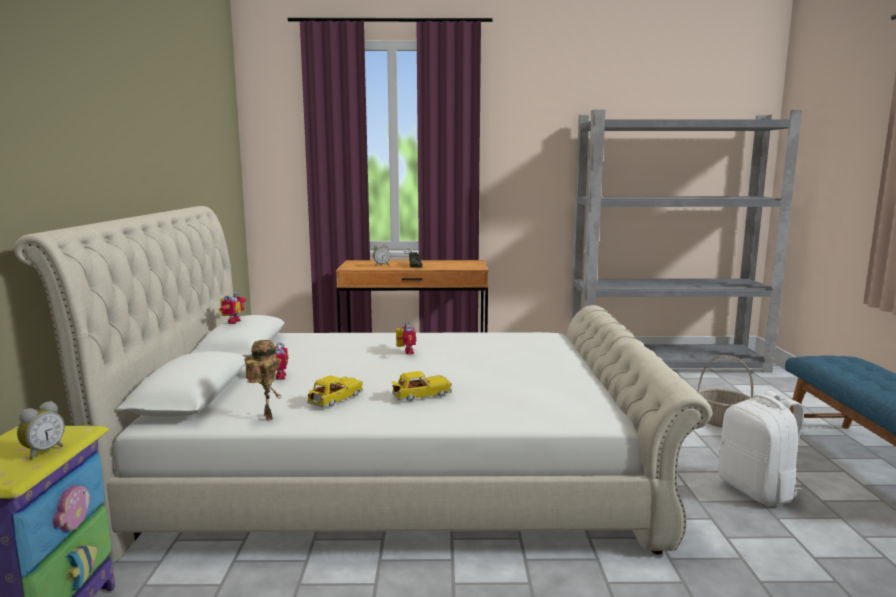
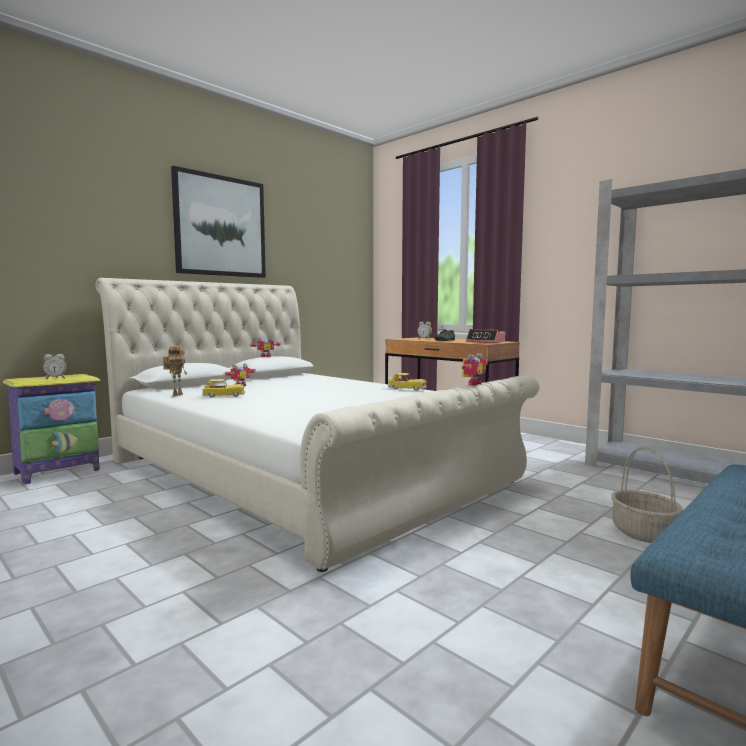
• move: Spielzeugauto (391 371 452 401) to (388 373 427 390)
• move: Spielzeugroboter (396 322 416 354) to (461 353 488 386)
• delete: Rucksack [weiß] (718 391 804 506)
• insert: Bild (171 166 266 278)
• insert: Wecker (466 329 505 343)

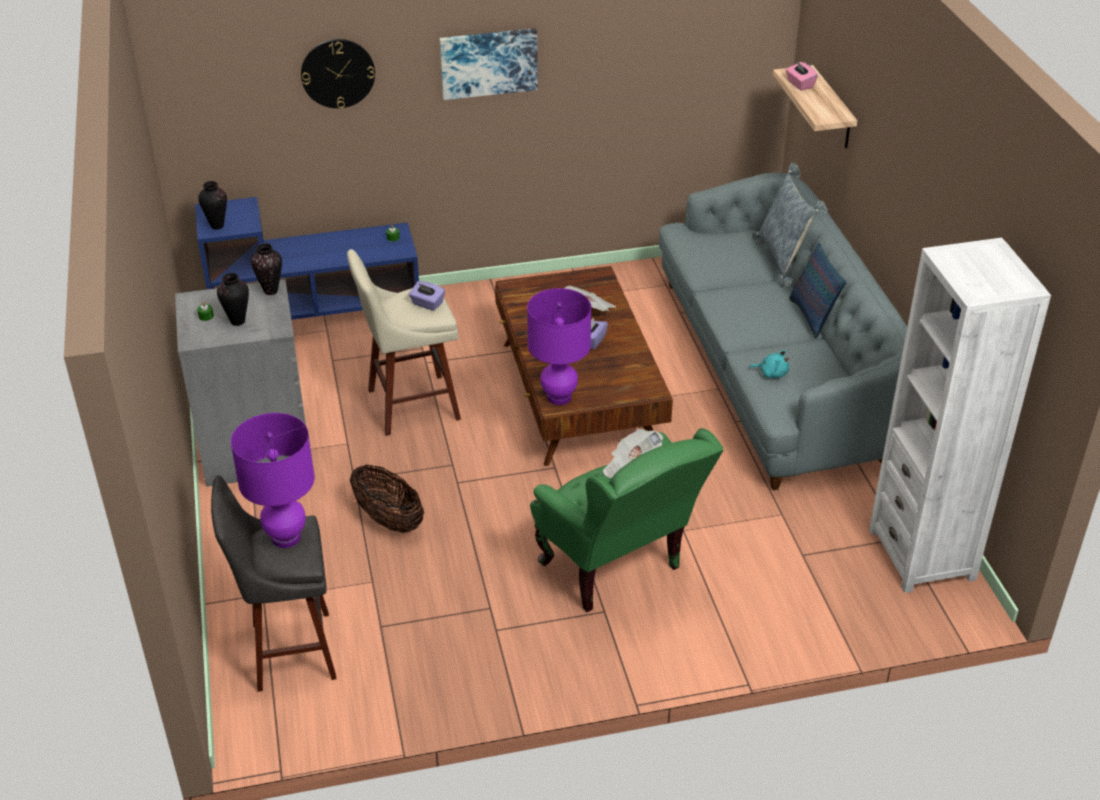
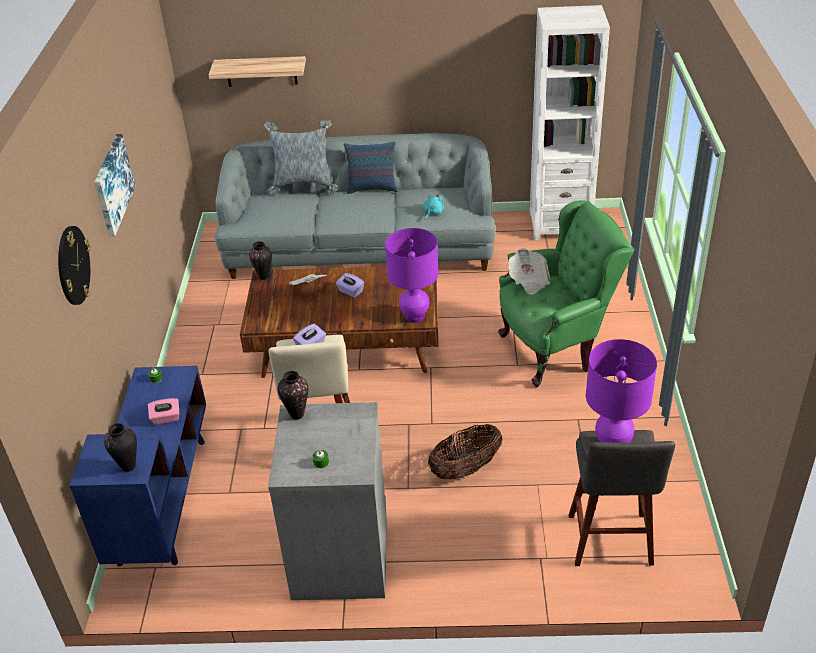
• move: Vase (217 273 249 326) to (249 241 272 280)
• move: Taschentuchbox [rosa] (786 61 818 90) to (148 398 179 425)

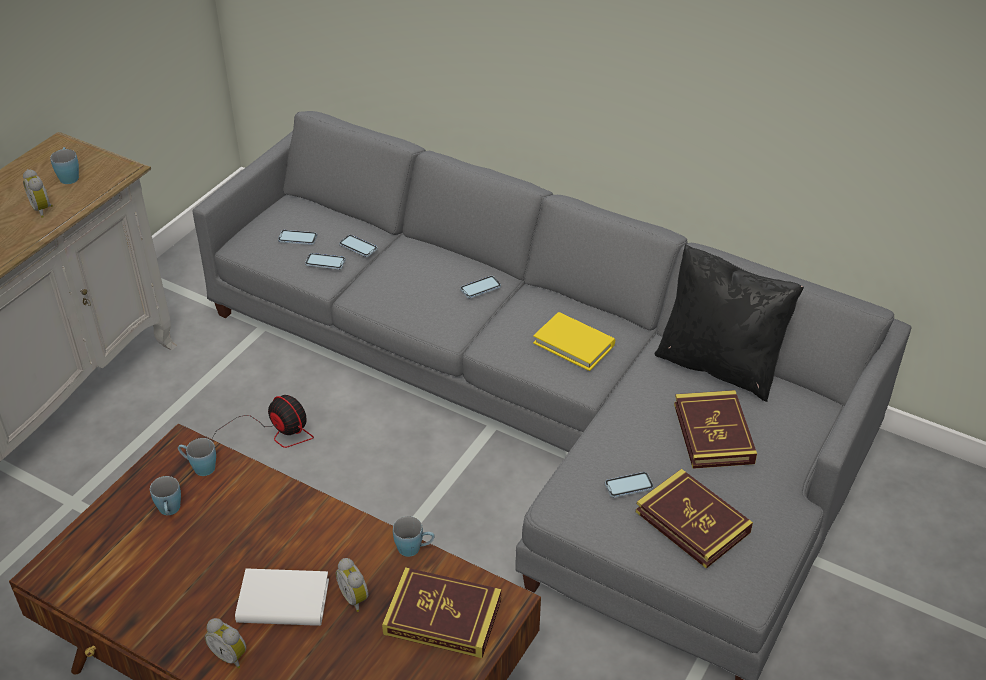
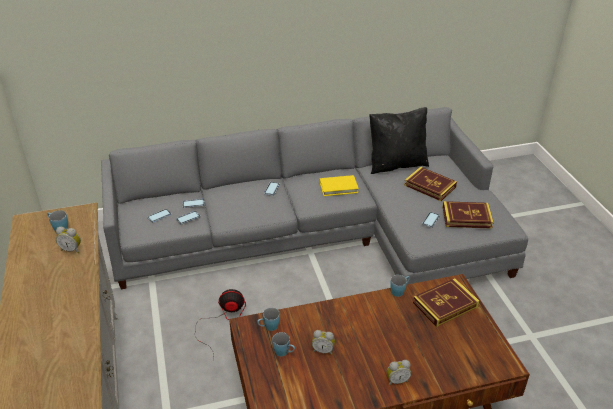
• delete: Buch [weiß] (235 569 329 626)
• move: Wecker (336 558 368 612) to (312 330 335 355)

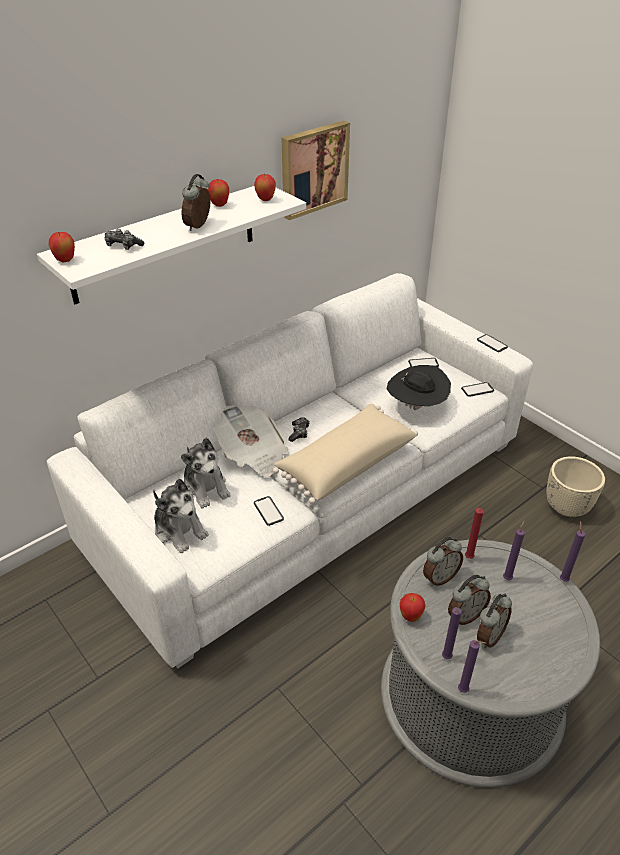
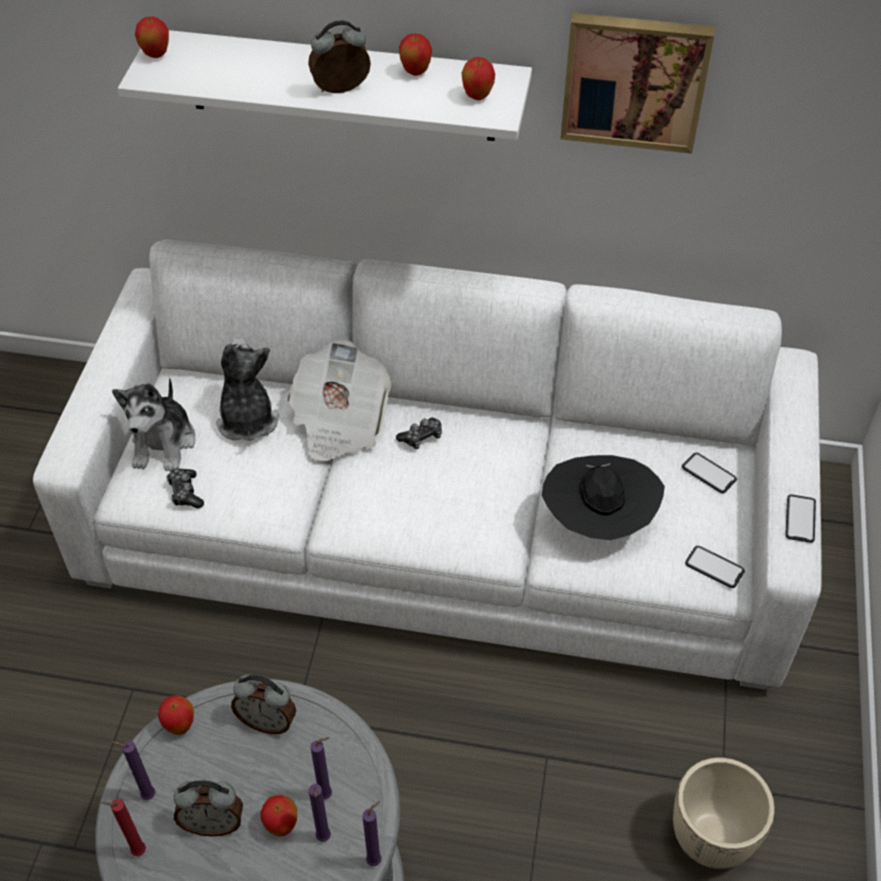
• move: Gamepad (104 229 145 250) to (166 468 204 509)
• rotate: Plüschtier (181 438 231 509) = (216 338 279 441) 150 degrees clockwise
• delete: Handy (254 496 284 526)
• delete: Kissen [beige] (273 404 418 504)
• delete: Wecker (448 575 491 625)
• move: Kerze [lila] (458 640 486 693) to (308 784 331 842)
• move: Kerze [rot] (465 508 484 559) to (100 799 146 856)
• insert: Apfel (260 795 297 836)

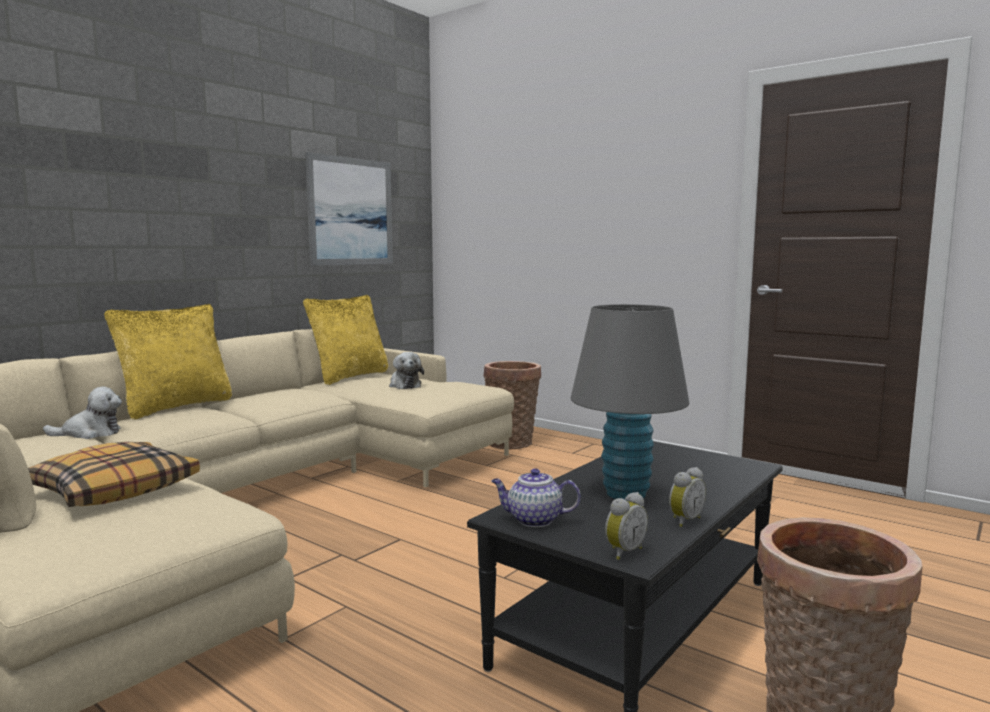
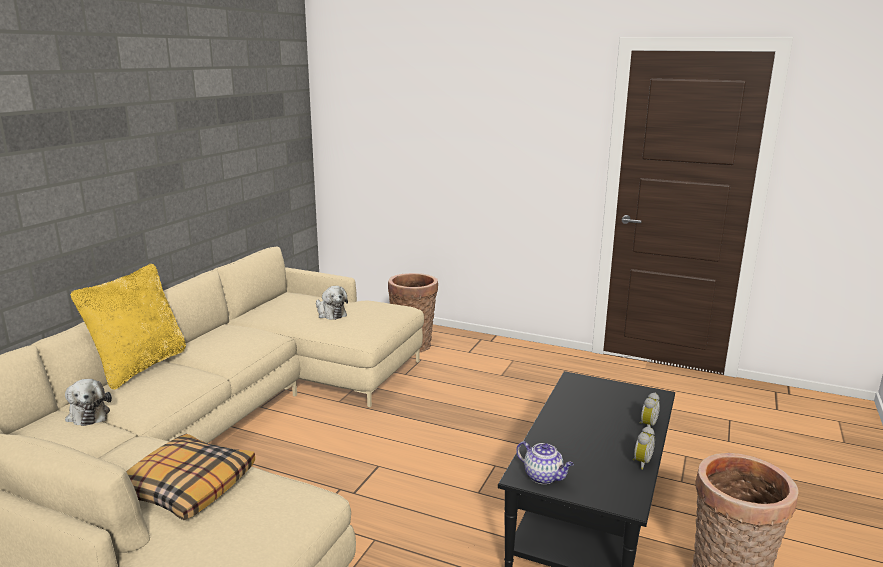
• rotate: Plüschtier (43 387 122 439) = (65 379 112 426) 90 degrees clockwise
• delete: Kissen [gelb] (303 295 388 385)
• delete: Bild (305 152 393 266)
• rotate: Teekanne (491 468 581 527) = (516 441 574 484) 135 degrees counterclockwise
• delete: Tischlampe [grau] (571 304 690 501)
• move: Wecker (605 492 648 560) to (640 392 660 427)

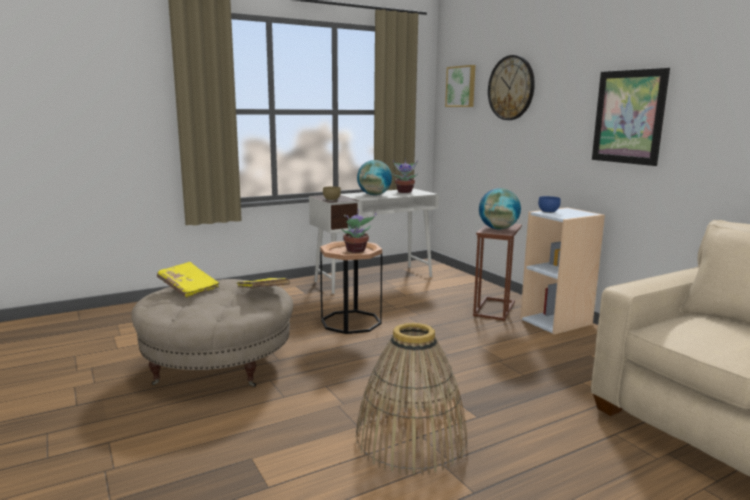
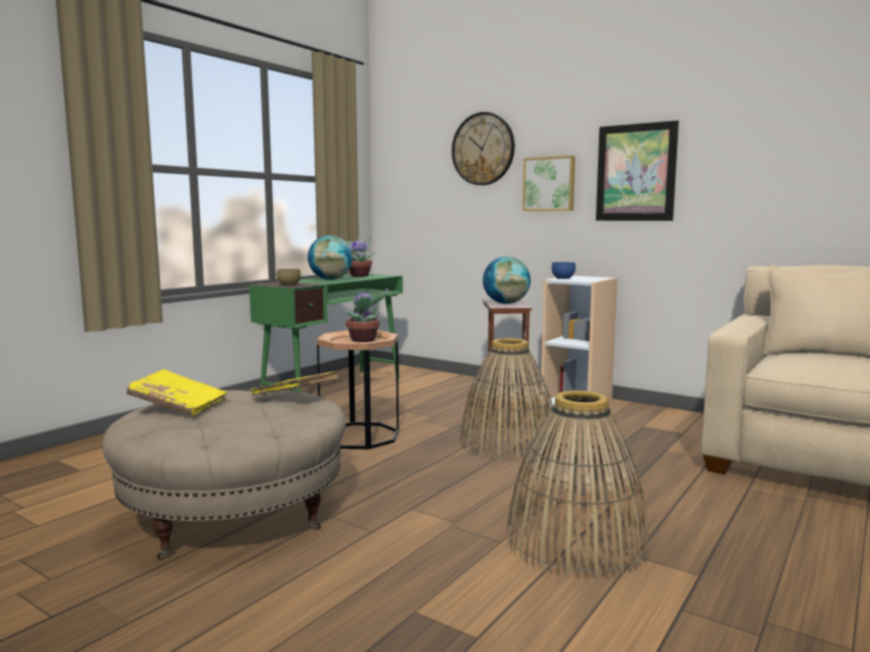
• recolor: Schreibtisch [weiß] (309 189 439 294) to Schreibtisch [grün] (249 274 403 392)
• move: Bild (445 65 475 107) to (523 155 575 211)
• insert: Korb (459 338 558 461)

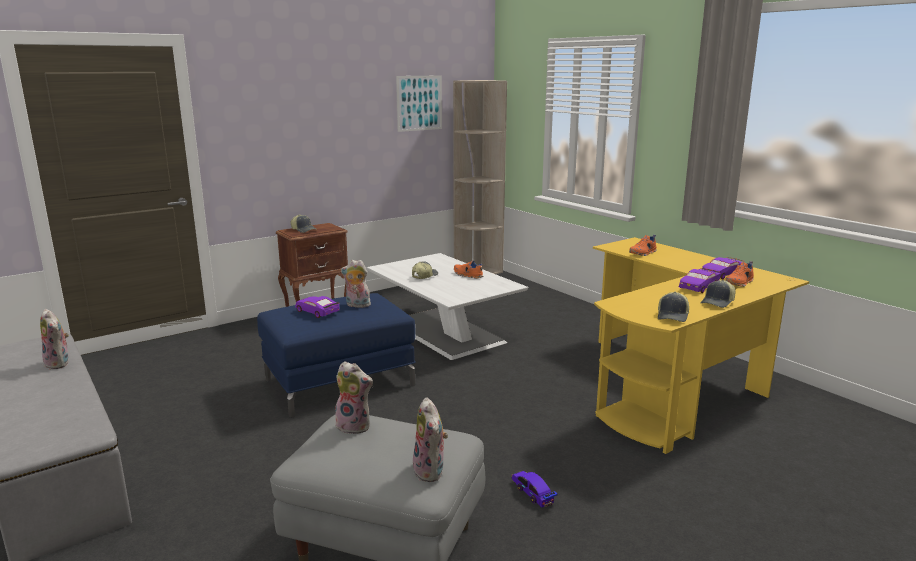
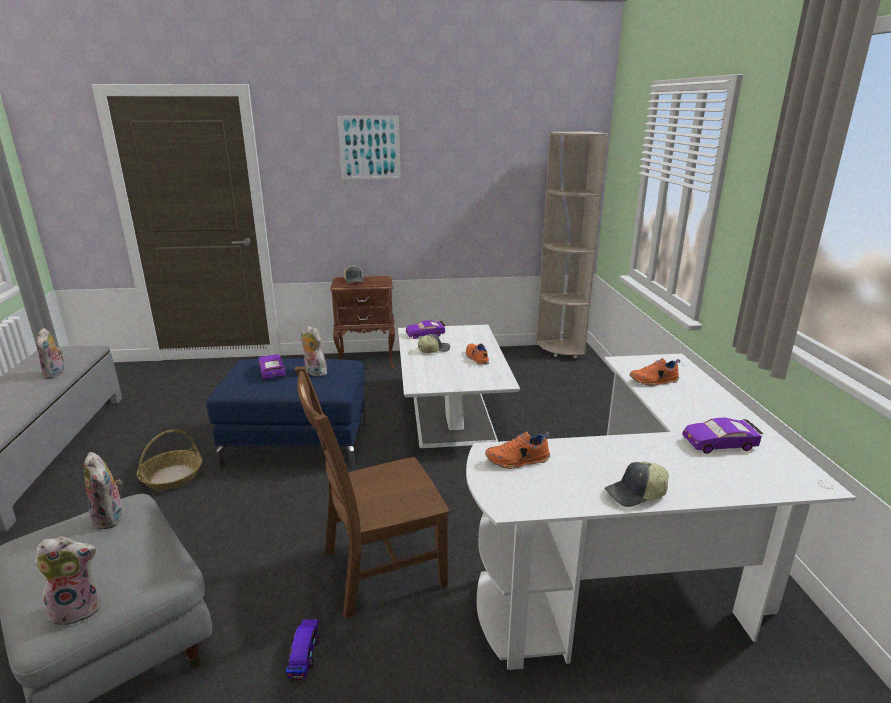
• move: Bild (396 75 442 132) to (337 115 401 179)
• rotate: Plüschtier (413 397 448 482) = (35 537 102 626) 120 degrees counterclockwise
• recolor: Schreibtisch [gelb] (593 237 809 454) to Schreibtisch [weiß] (466 354 856 670)
• delete: Kappe (658 292 689 322)
• move: Spielzeugauto [lila] (679 268 721 293) to (406 320 446 339)
• move: Schuh [orange] (725 261 754 287) to (485 432 550 469)
• insert: Korb (137 429 202 490)
• insert: Stuhl [braun] (295 366 449 619)

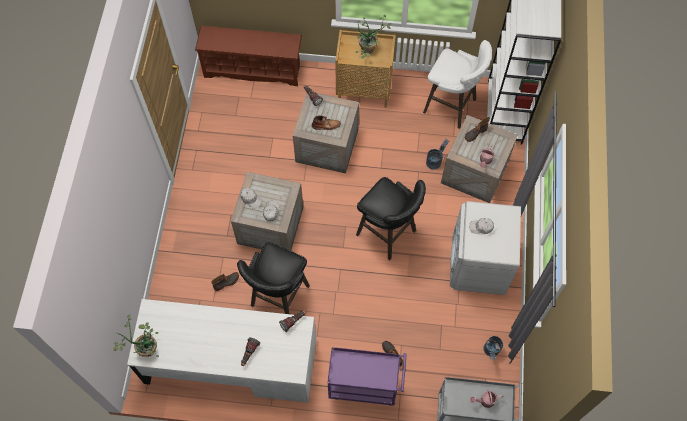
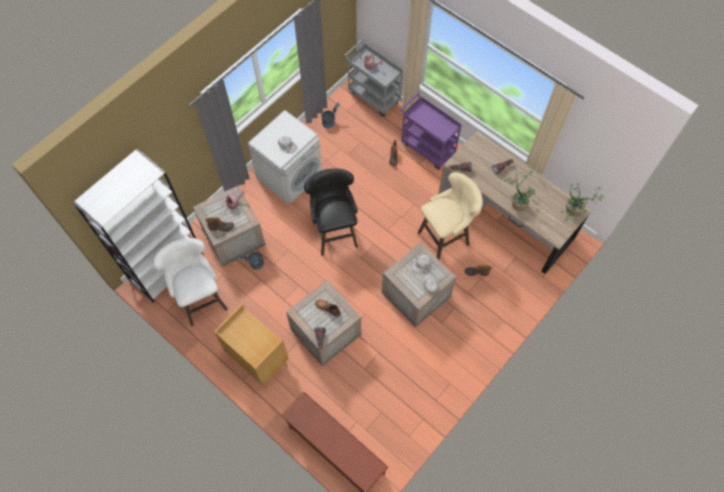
• recolor: Schreibtisch [weiß] (127 299 316 403) to Schreibtisch [braun] (438 131 592 274)
• recolor: Hocker [schwarz] (237 242 310 314) to Hocker [beige] (418 172 483 260)
• move: Topfpflanze (355 15 392 59) to (504 171 536 211)

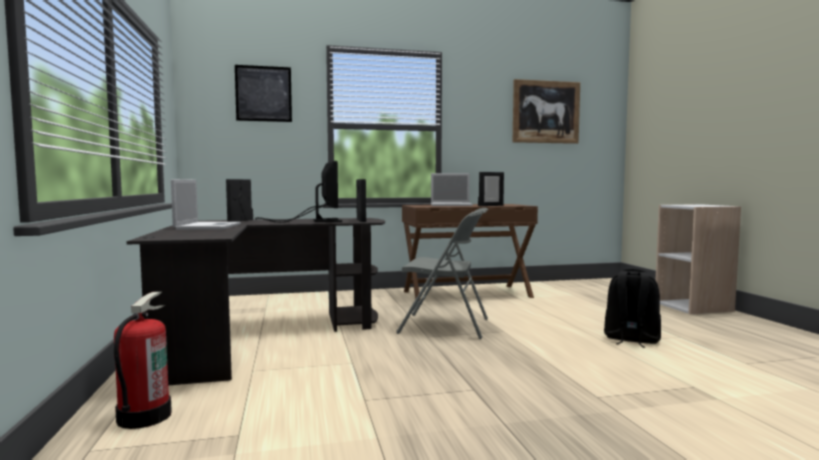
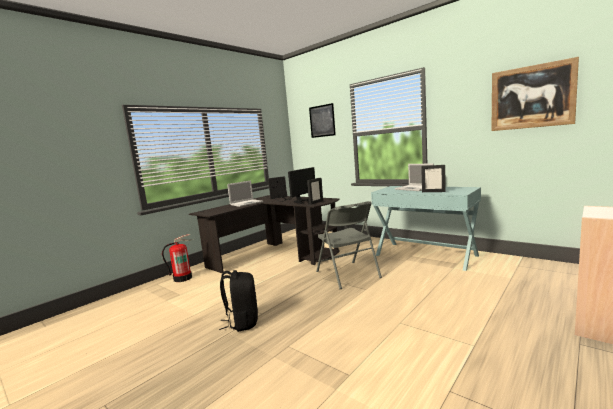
• recolor: Schreibtisch [braun] (402 204 538 302) to Schreibtisch [türkis] (371 186 481 271)
• move: Rucksack [schwarz] (604 269 661 348) to (219 270 258 332)

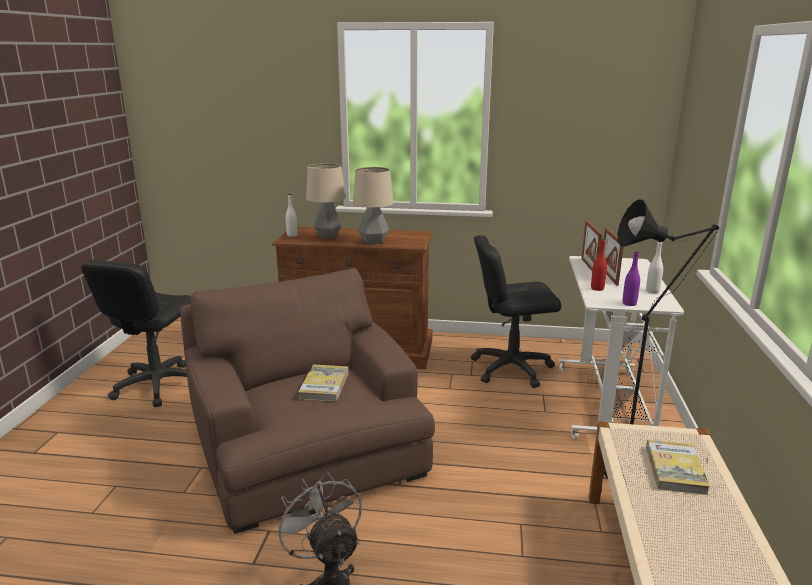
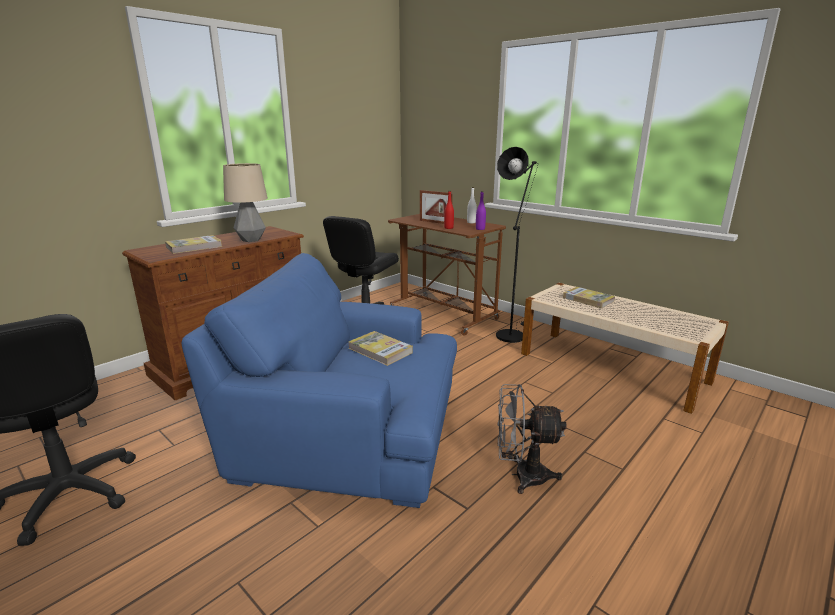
• recolor: Sessel [braun] (180 268 435 534) to Sessel [blau] (182 253 457 508)
• delete: Flasche [weiß] (286 194 298 237)
• replace: Tischlampe (306 163 346 239) to Buch (165 235 223 254)
• recolor: Schreibtisch [weiß] (559 256 684 439) to Schreibtisch [braun] (388 214 506 336)
• delete: Bilderrahmen (582 221 602 271)

